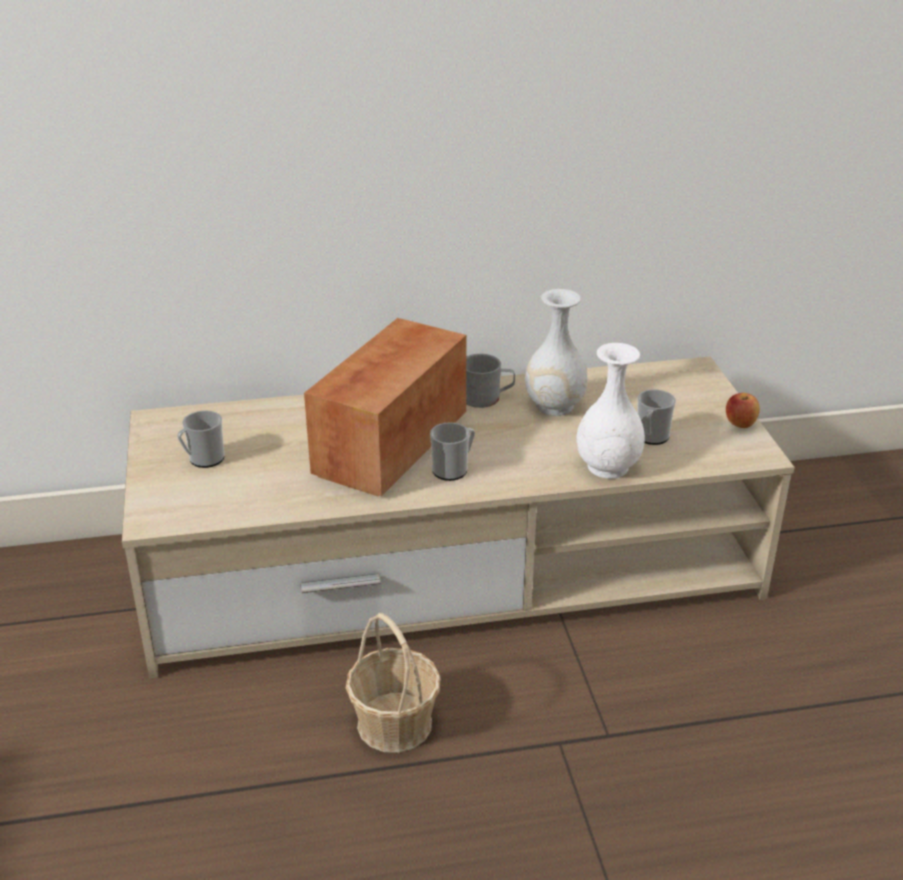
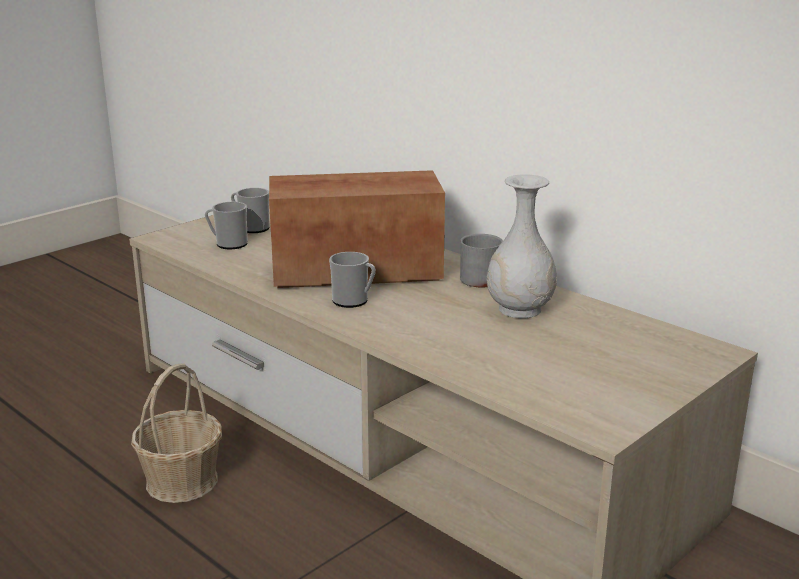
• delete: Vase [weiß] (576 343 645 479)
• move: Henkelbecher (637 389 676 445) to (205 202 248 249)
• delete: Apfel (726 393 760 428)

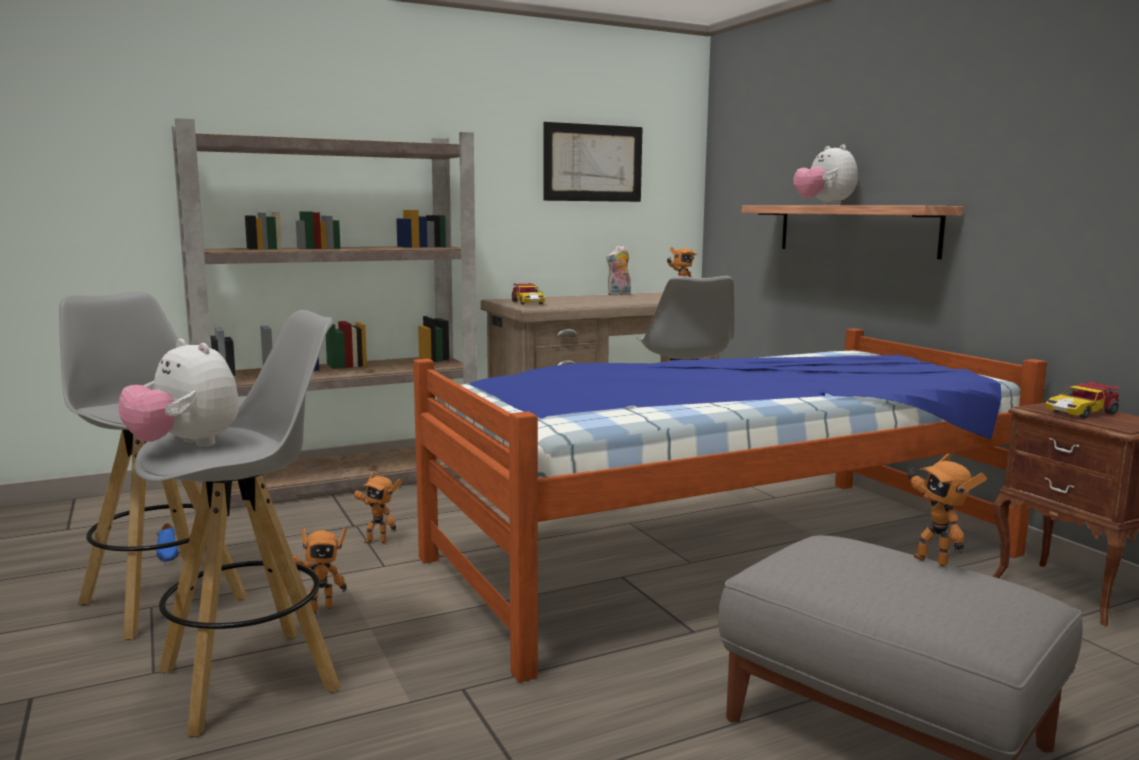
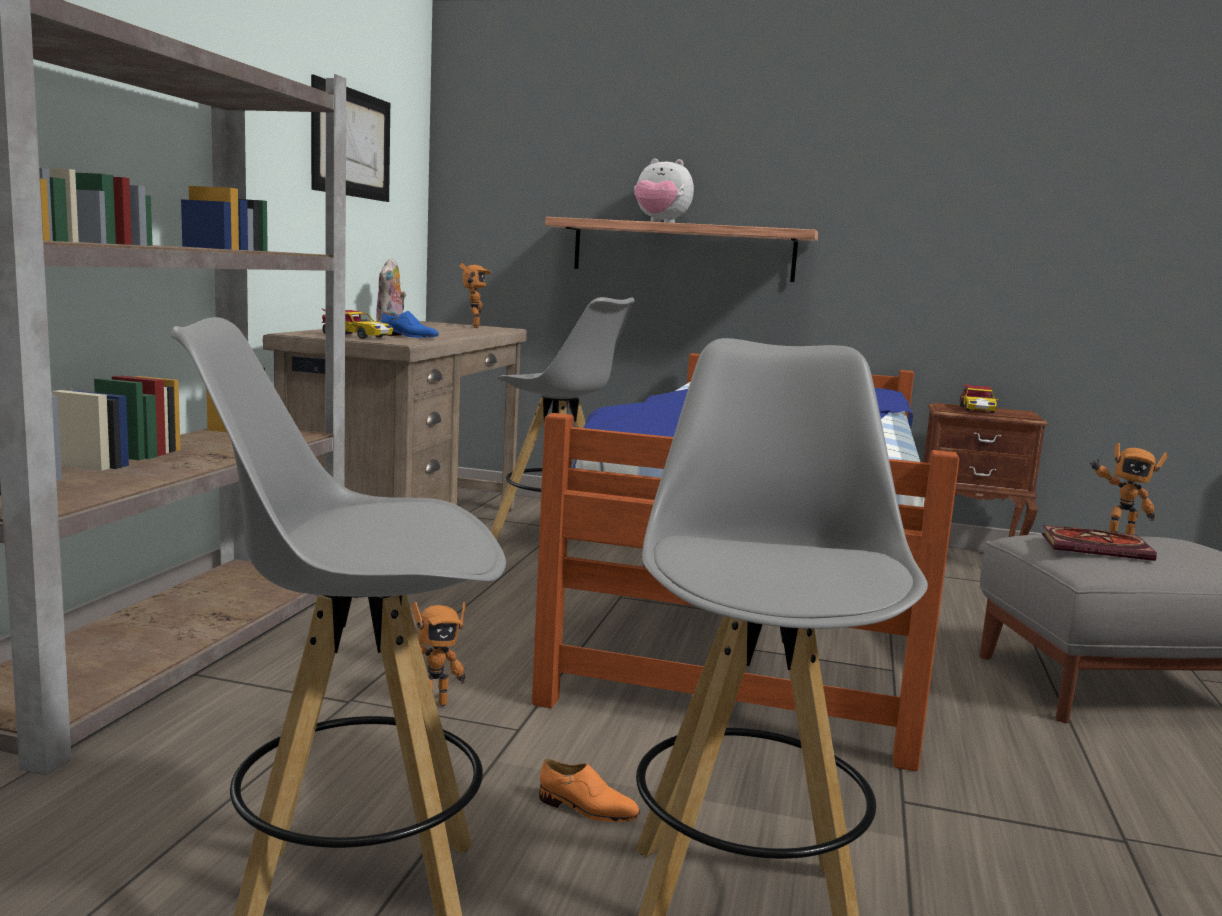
• delete: Plüschtier (119 339 239 447)
• move: Schuh [blau] (156 523 178 562) to (381 311 439 338)
• replace: Spielzeugroboter (292 528 347 614) to Schuh [orange] (539 759 640 822)
• insert: Buch (1042 525 1157 561)

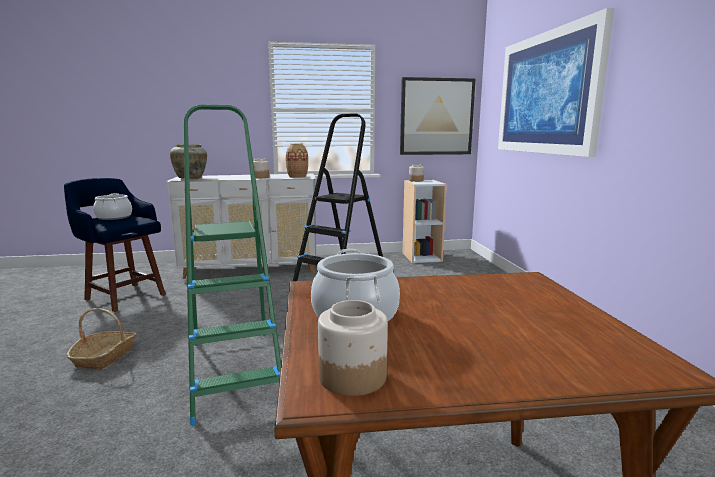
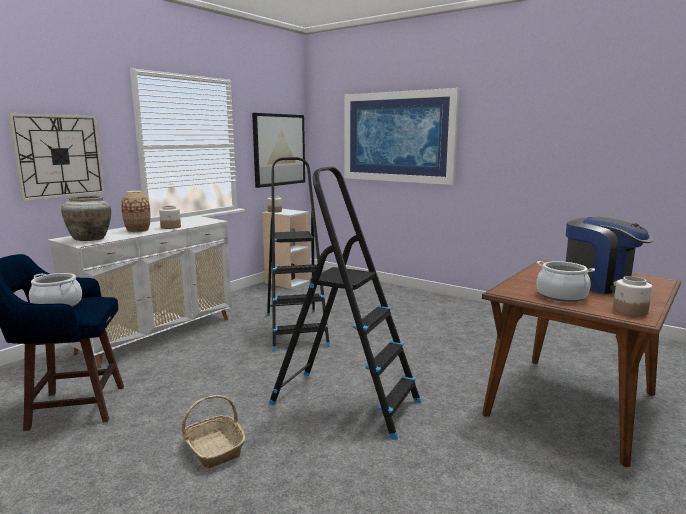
• recolor: Trittleiter [grün] (184 105 281 426) to Trittleiter [schwarz] (269 166 421 440)
• move: Vase (286 143 308 178) to (121 191 151 233)
• insert: Wanduhr (8 113 105 201)
• insert: Kaffeemaschine (566 216 654 294)

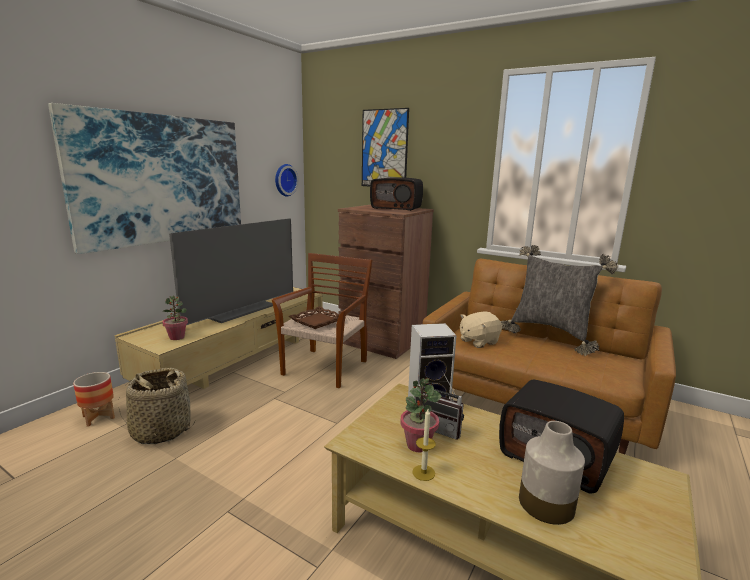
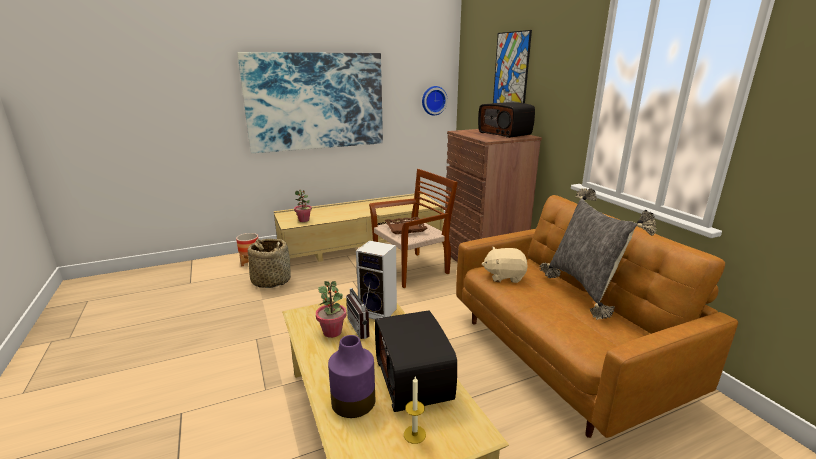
• delete: Fernseher (169 218 293 325)
• move: Kerze (412 409 436 481) to (404 377 426 444)
• recolor: Vase [beige] (519 421 585 525) to Vase [lila] (328 335 375 418)

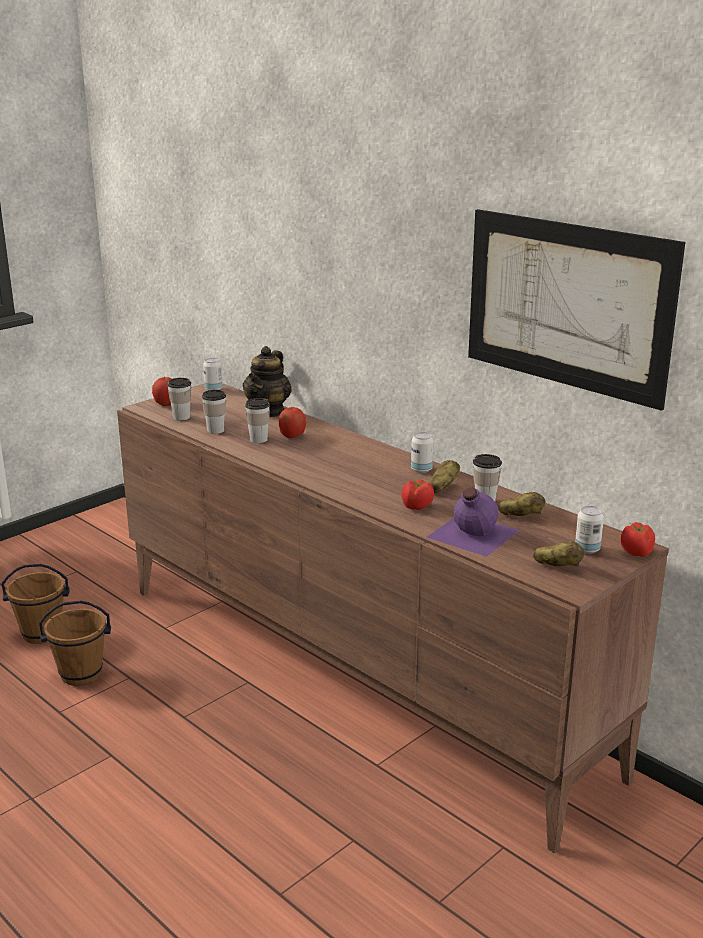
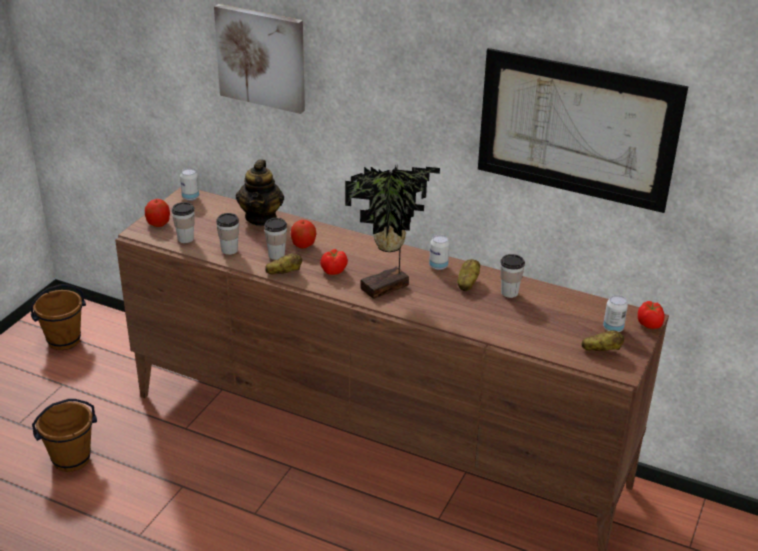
• move: Eimer [braun] (39 601 111 686) to (30 284 86 350)
• move: Tomate (401 480 434 510) to (320 249 348 275)
• delete: Flasche [lila] (427 488 520 557)
• move: Kartoffel (498 492 545 516) to (265 253 302 274)
• insert: Bild (214 4 305 114)
• insert: Topfpflanze (345 164 440 299)

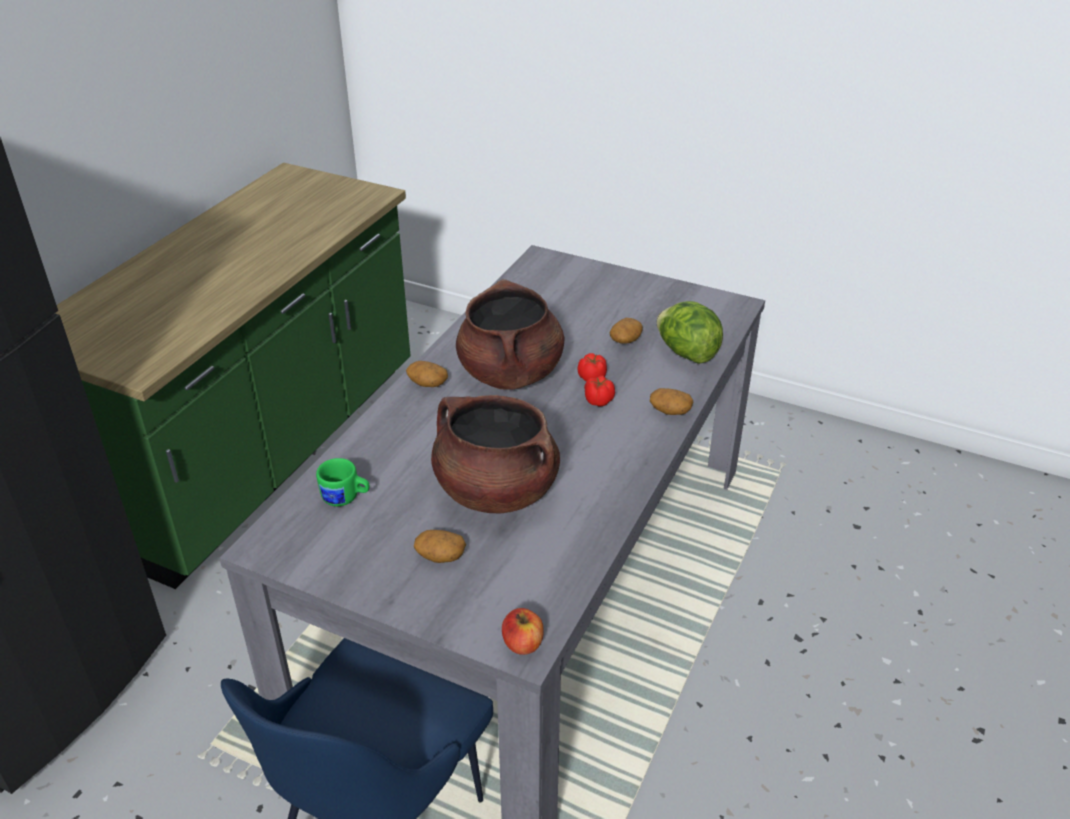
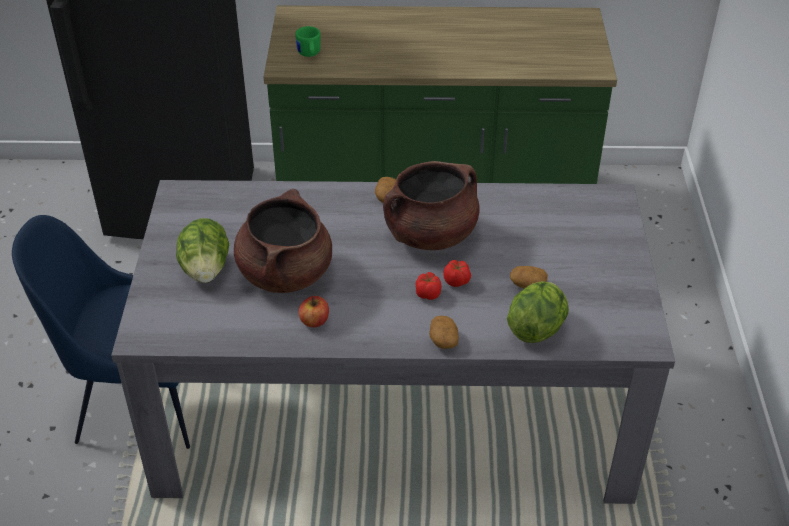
• move: Henkelbecher [grün] (316 458 370 506) to (295 26 321 57)
• replace: Kartoffel (414 530 466 563) to Salatkopf (176 218 229 283)
• move: Apfel (502 608 544 655) to (299 296 329 327)

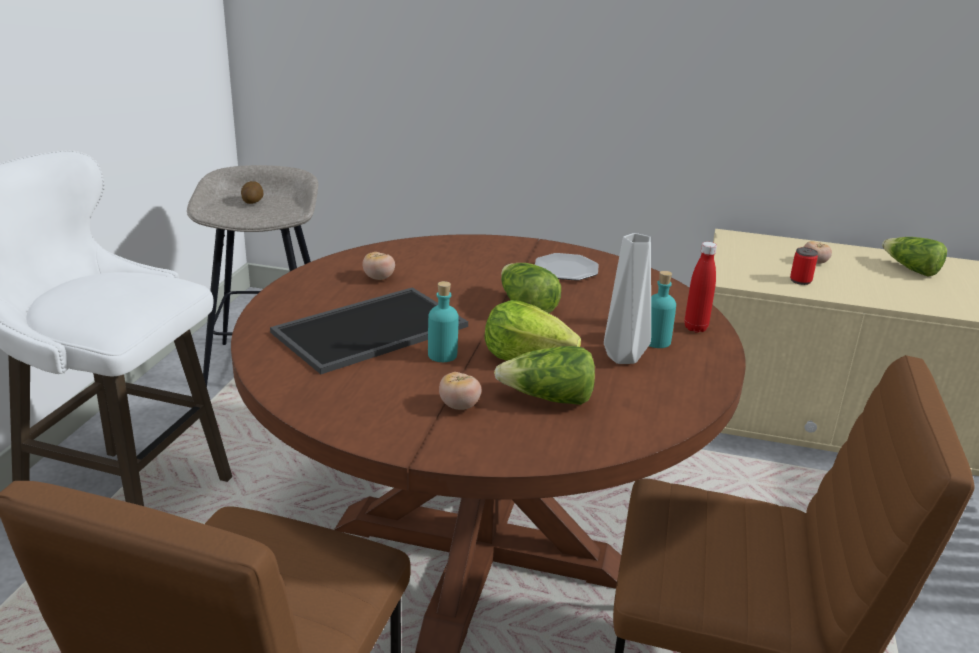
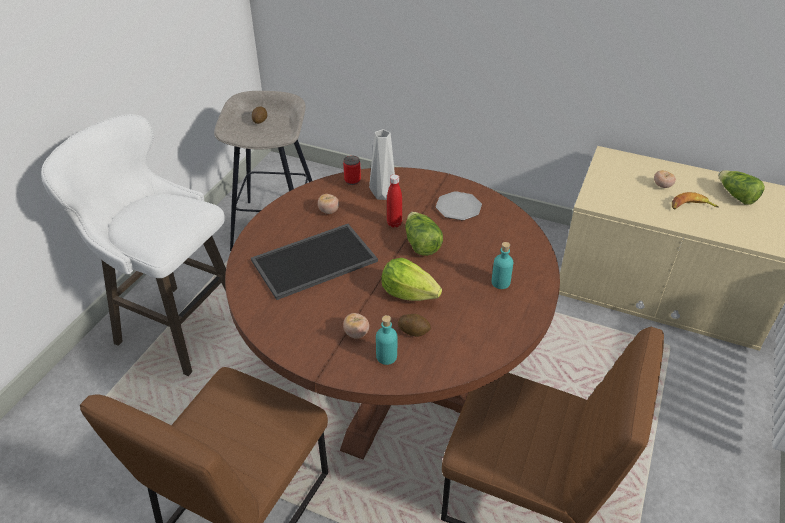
• move: Flasche [türkis] (428 281 459 362) to (376 315 397 365)
• replace: Salatkopf (494 346 595 405) to Kartoffel (398 314 431 337)
• move: Vase [grau] (604 233 651 364) to (369 129 395 200)
• move: Flasche [rot] (685 242 717 333) to (387 175 402 228)
• move: Dose (790 247 818 285) to (343 156 361 185)
• insert: Banane (672 192 719 210)

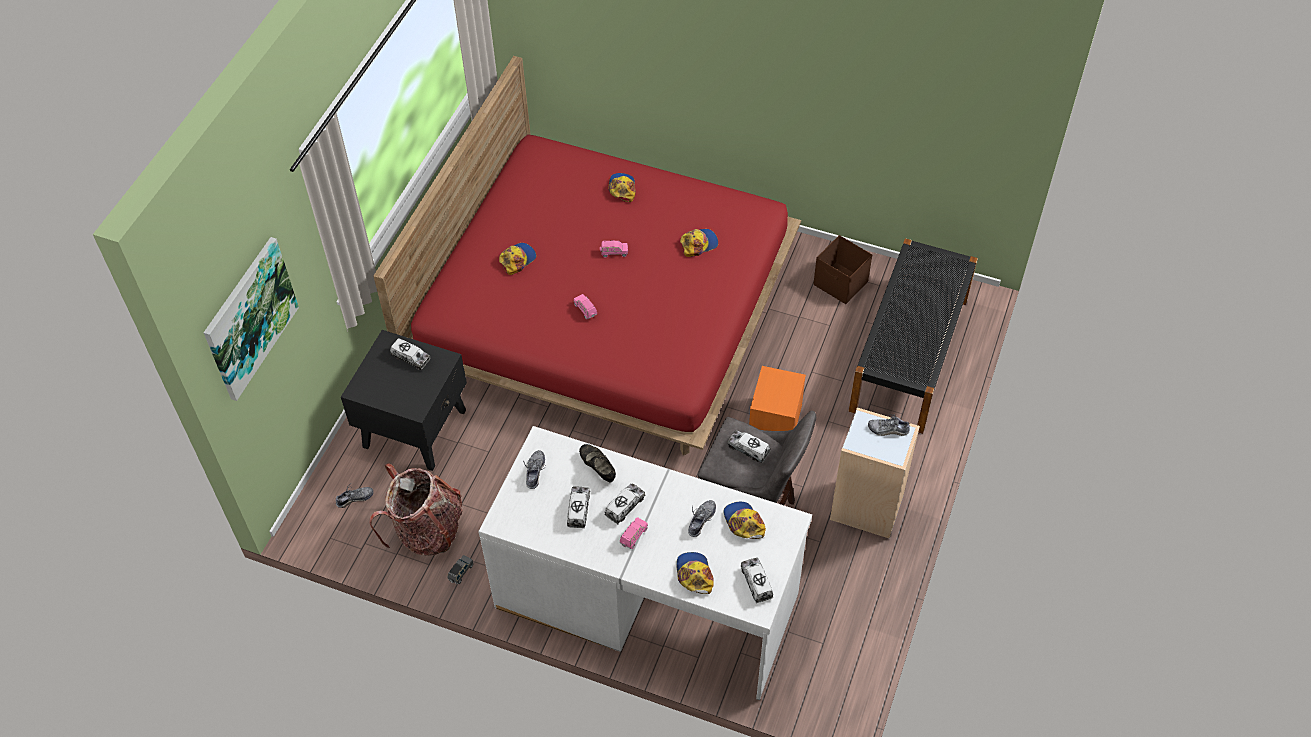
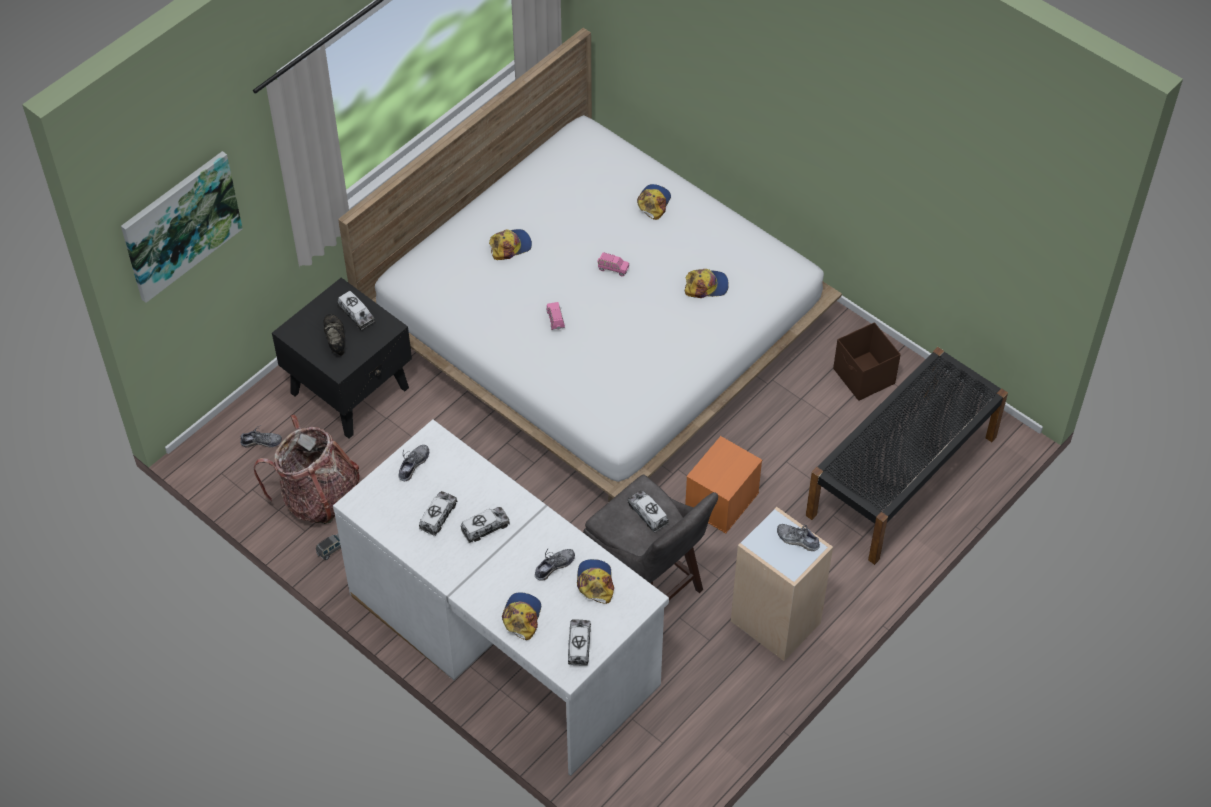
• recolor: Bett [rot] (374 56 801 455) to Bett [weiß] (338 28 842 502)
• move: Schuh [schwarz] (579 444 616 483) to (324 314 345 356)
• delete: Spielzeugauto [rosa] (620 517 648 549)

